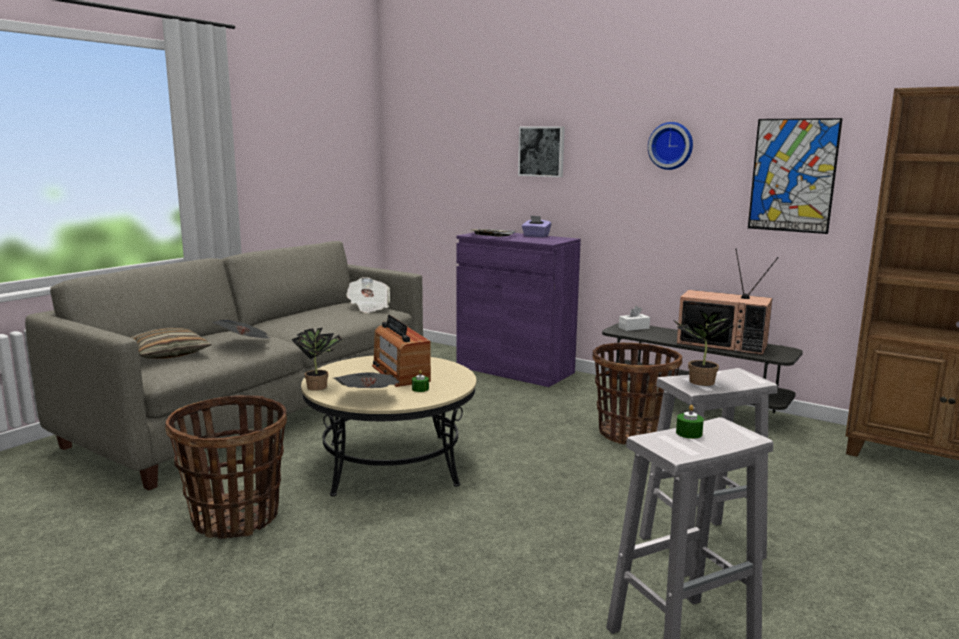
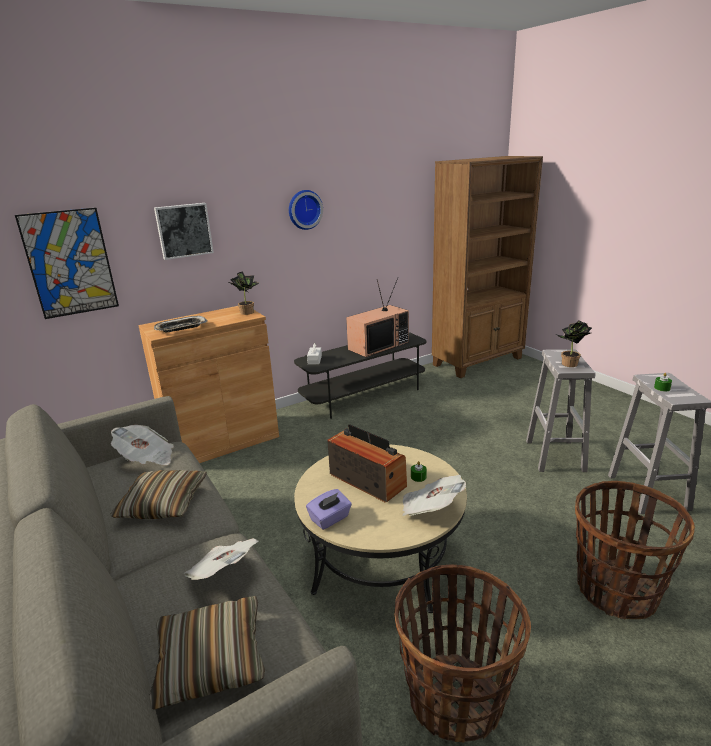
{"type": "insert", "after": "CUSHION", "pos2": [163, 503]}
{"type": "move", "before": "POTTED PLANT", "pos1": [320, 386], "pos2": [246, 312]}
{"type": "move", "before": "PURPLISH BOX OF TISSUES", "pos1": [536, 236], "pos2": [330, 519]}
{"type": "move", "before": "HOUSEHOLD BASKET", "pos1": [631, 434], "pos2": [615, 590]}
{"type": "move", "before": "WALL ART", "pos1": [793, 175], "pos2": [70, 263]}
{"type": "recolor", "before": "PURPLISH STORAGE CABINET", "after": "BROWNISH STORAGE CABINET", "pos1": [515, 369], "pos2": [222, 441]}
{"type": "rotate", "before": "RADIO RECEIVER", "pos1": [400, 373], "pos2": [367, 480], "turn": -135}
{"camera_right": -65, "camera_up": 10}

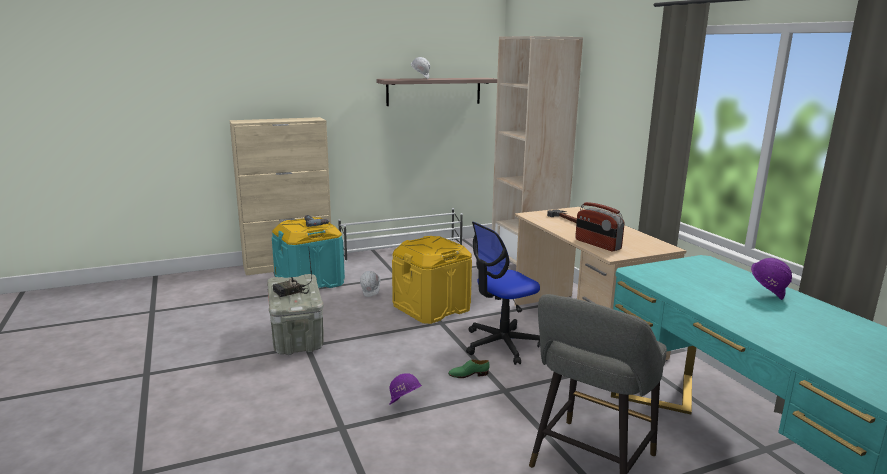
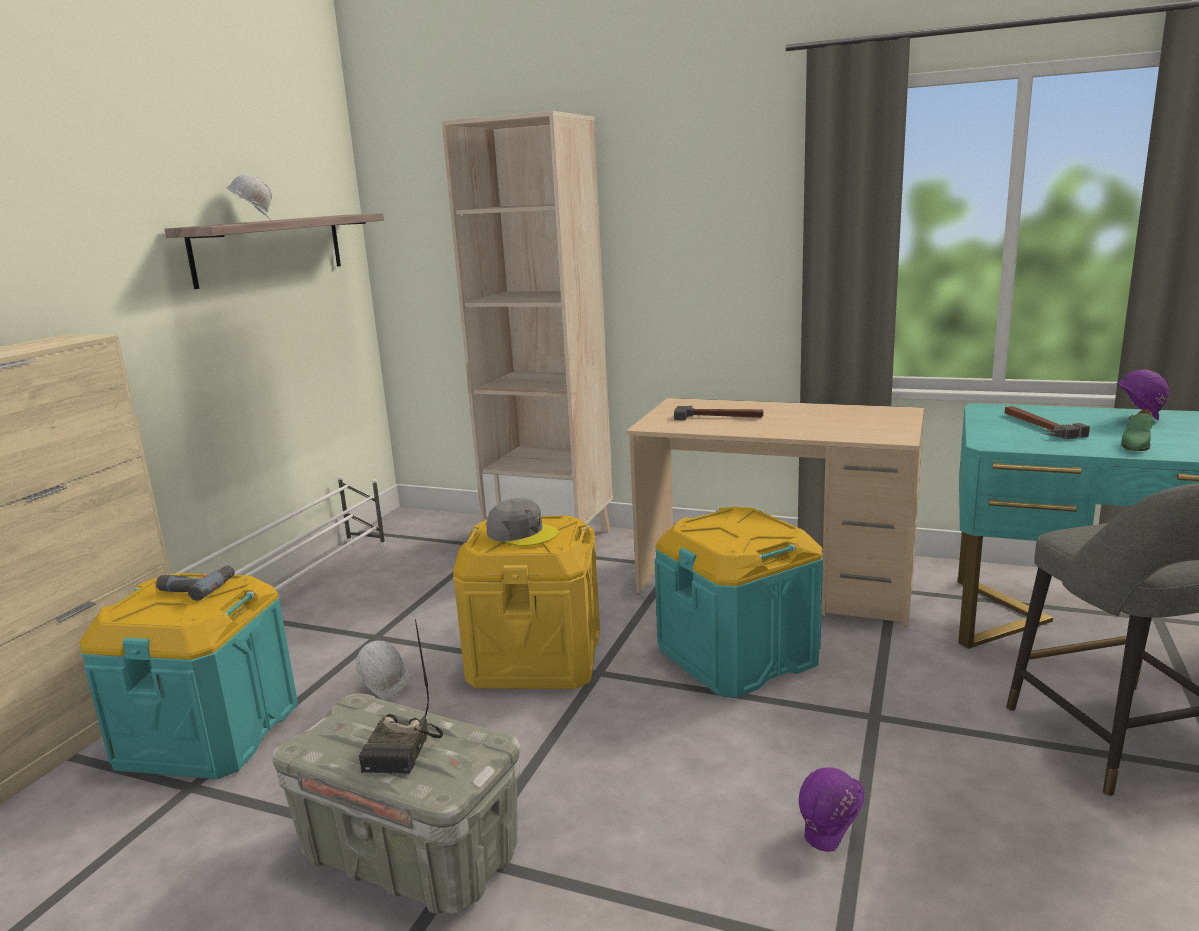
{"type": "delete", "before": "RADIO RECEIVER", "pos1": [597, 244]}
{"type": "insert", "after": "GREYISH CAP", "pos2": [522, 533]}
{"type": "insert", "after": "HAMMER", "pos2": [1037, 426]}
{"type": "move", "before": "GREENISH LOW SHOE", "pos1": [468, 374], "pos2": [1136, 444]}
{"type": "replace", "before": "OFFICE CHAIR", "after": "BLUE-GREEN STORAGE BOX", "pos1": [502, 344], "pos2": [737, 656]}
{"camera_right": -45, "camera_up": 0}

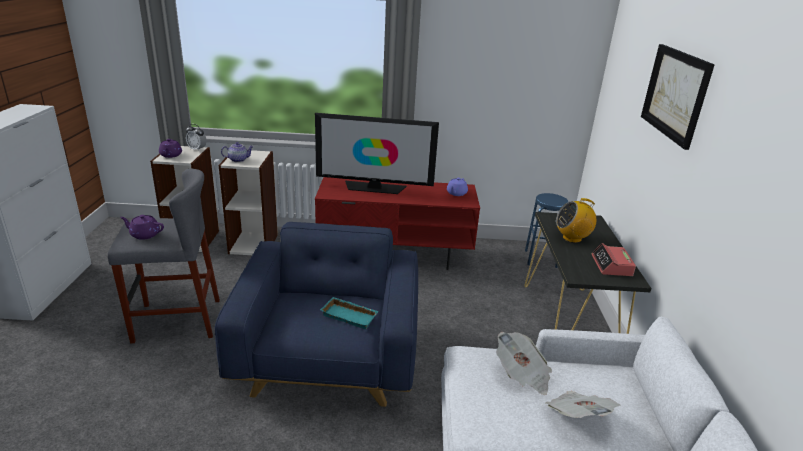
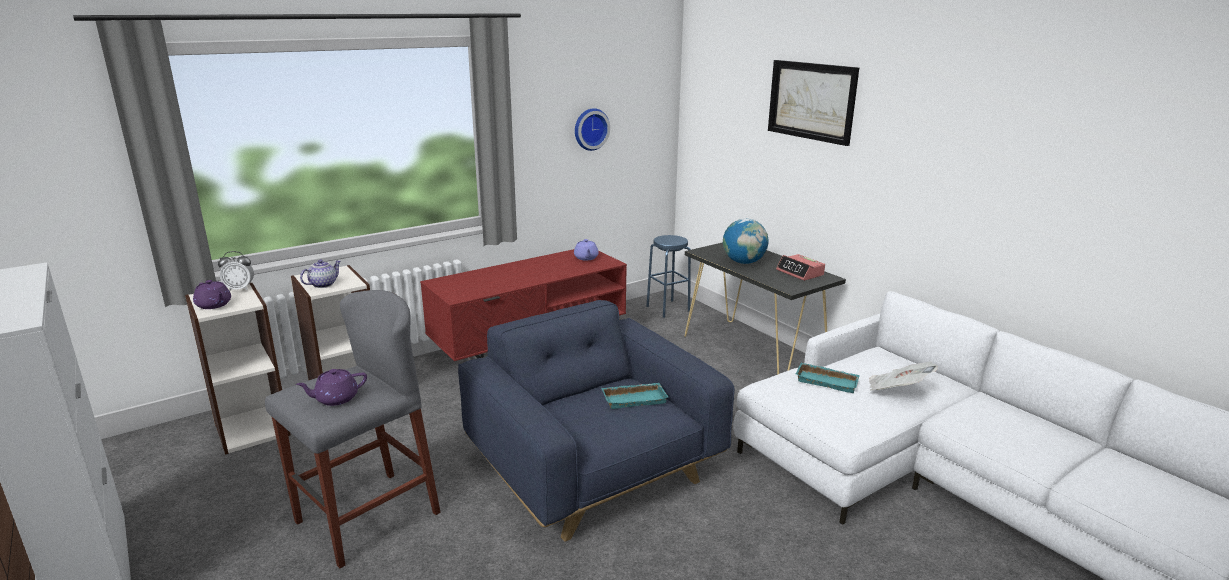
{"type": "delete", "before": "TV", "pos1": [374, 188]}
{"type": "insert", "after": "WALL CLOCK", "pos2": [590, 129]}
{"type": "replace", "before": "NEWSPAPER", "after": "BLUE-GREEN TRAY", "pos1": [522, 375], "pos2": [827, 381]}
{"type": "replace", "before": "RADIO RECEIVER", "after": "GLOBE", "pos1": [572, 238], "pos2": [743, 262]}
{"camera_right": -35, "camera_up": -5}

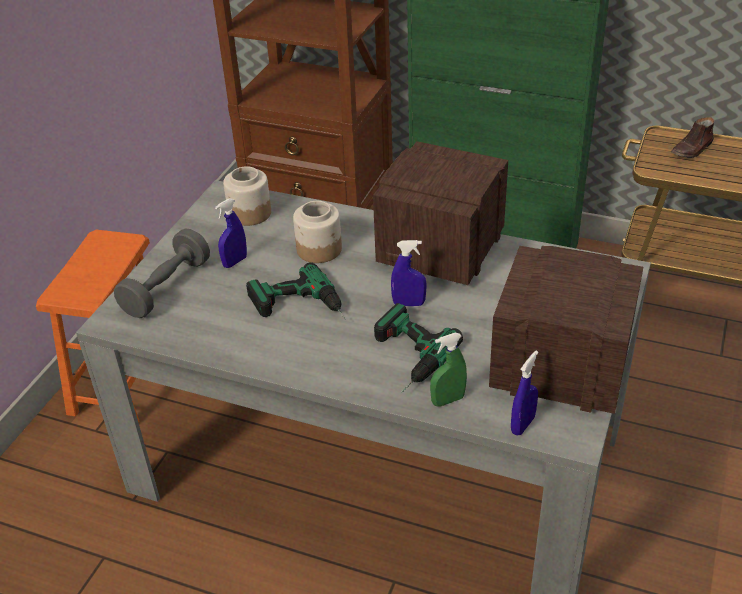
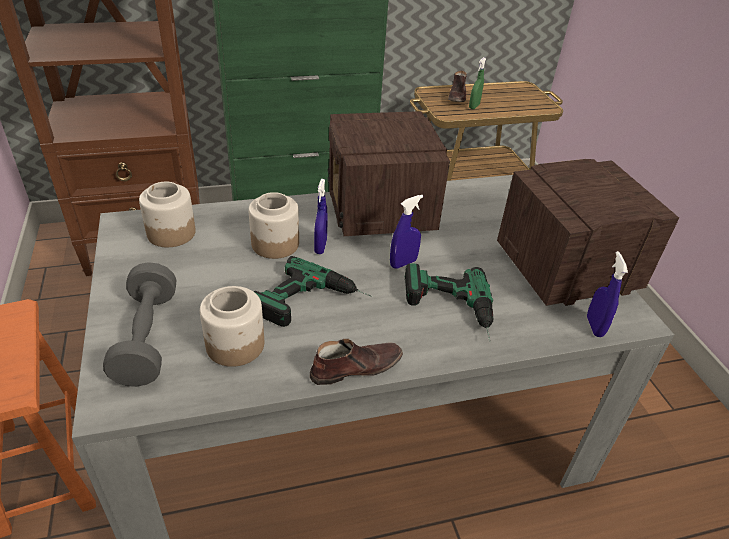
{"type": "insert", "after": "JAR", "pos2": [235, 345]}
{"type": "insert", "after": "BROWNISH LOW SHOE", "pos2": [355, 367]}
{"type": "move", "before": "BLUE-COLOURED SPRAY BOTTLE", "pos1": [235, 262], "pos2": [320, 247]}
{"type": "move", "before": "GREENISH SPRAY BOTTLE", "pos1": [448, 400], "pos2": [474, 106]}
{"camera_right": -40, "camera_up": 0}

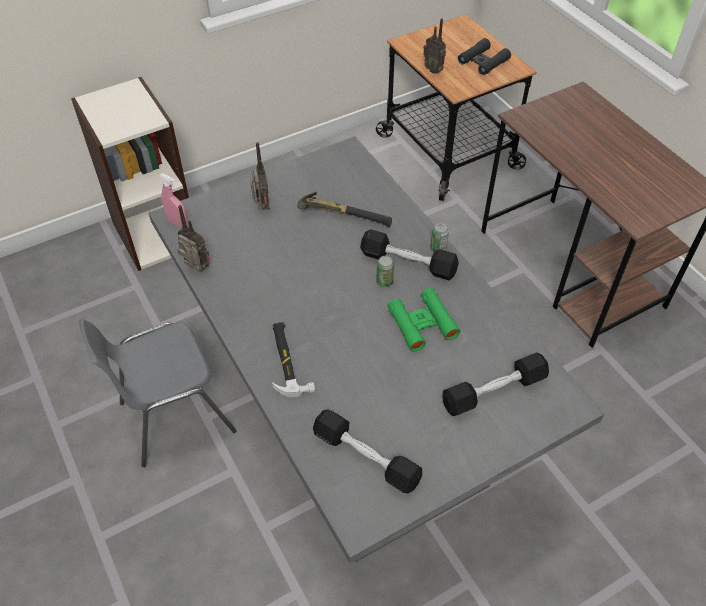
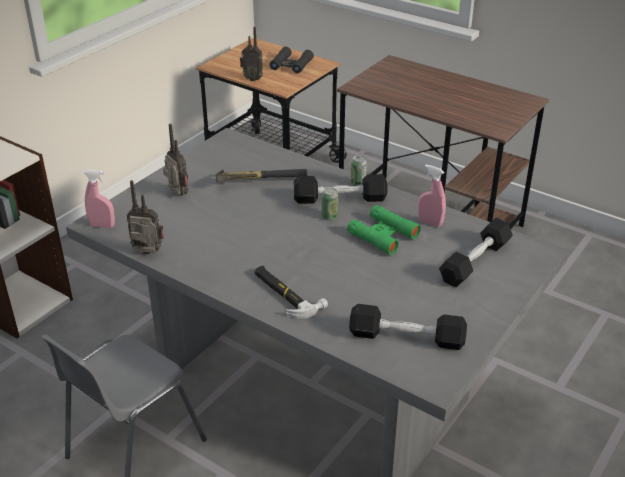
{"type": "insert", "after": "PINK SPRAY BOTTLE", "pos2": [430, 223]}
{"camera_right": -25, "camera_up": -15}

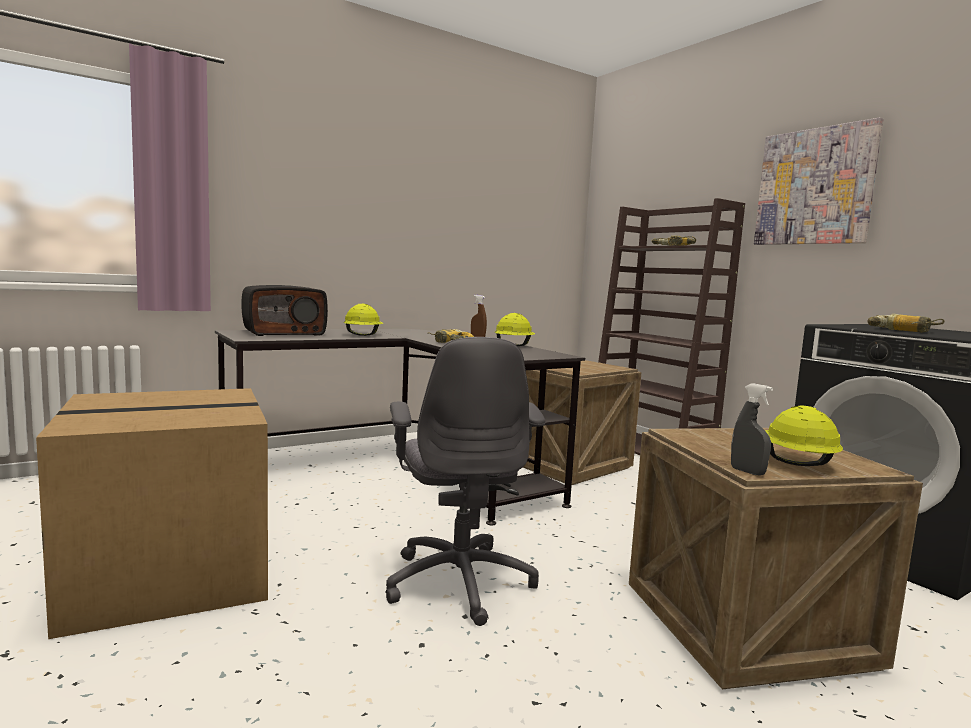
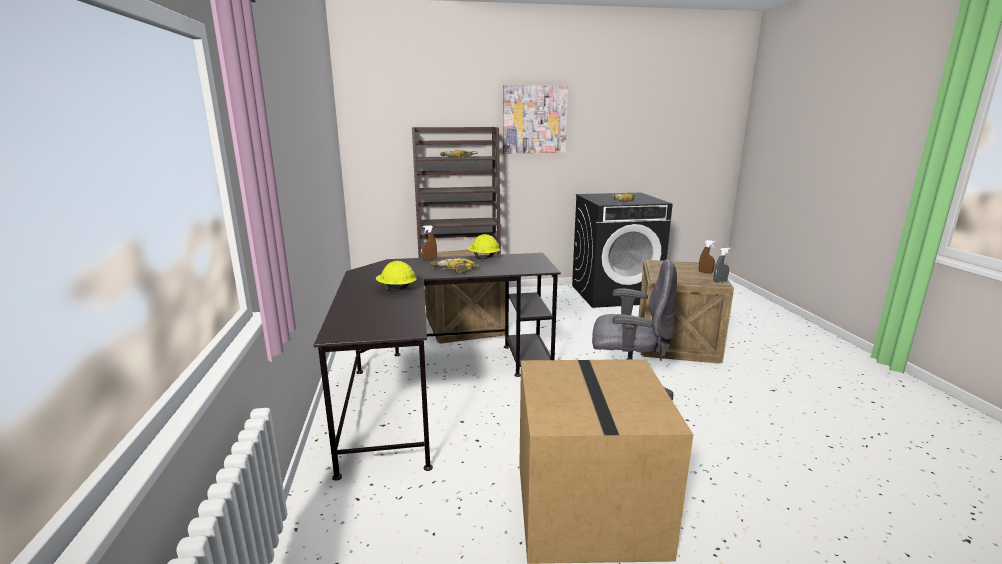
{"type": "delete", "before": "RADIO RECEIVER", "pos1": [284, 332]}
{"type": "replace", "before": "YELLOWISH SAFETY HELMET", "after": "BROWNISH SPRAY BOTTLE", "pos1": [797, 463], "pos2": [705, 272]}
{"camera_right": -65, "camera_up": 10}

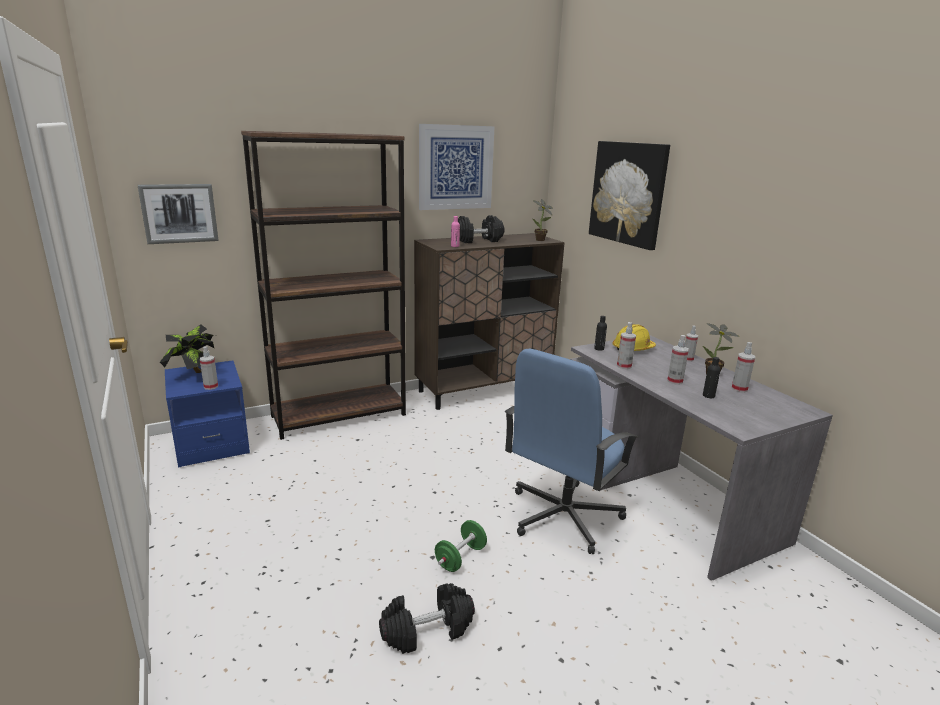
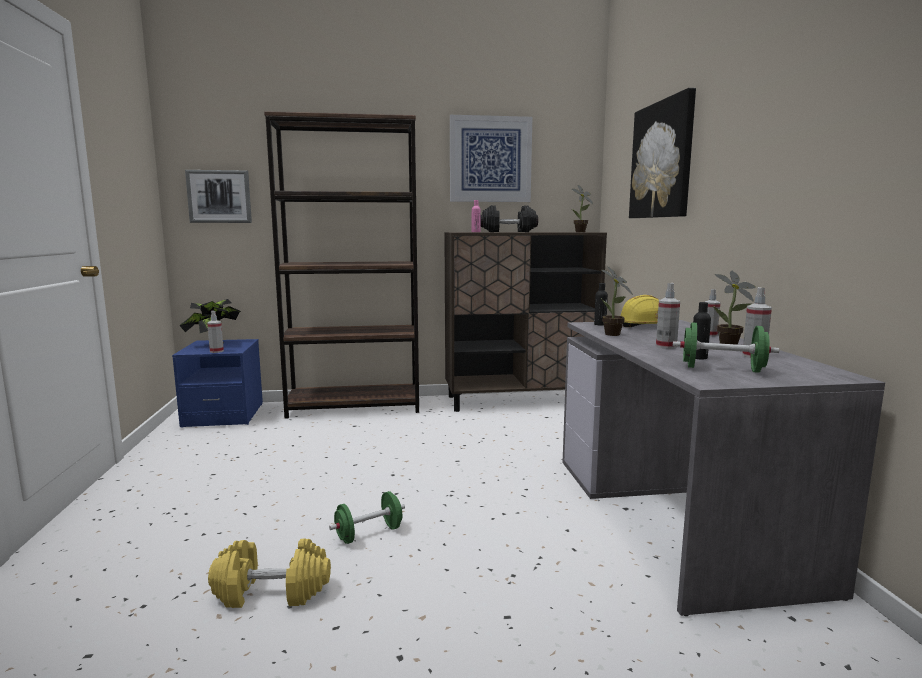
{"type": "delete", "before": "BLUE-COLOURED OFFICE CHAIR", "pos1": [563, 516]}
{"type": "insert", "after": "GREENISH FREE WEIGHT", "pos2": [722, 369]}
{"type": "replace", "before": "SPRAY BOTTLE", "after": "POTTED PLANT", "pos1": [624, 366], "pos2": [613, 335]}
{"type": "recolor", "before": "BLACK FREE WEIGHT", "after": "YELLOWISH FREE WEIGHT", "pos1": [427, 630], "pos2": [272, 592]}
{"camera_right": 20, "camera_up": -10}

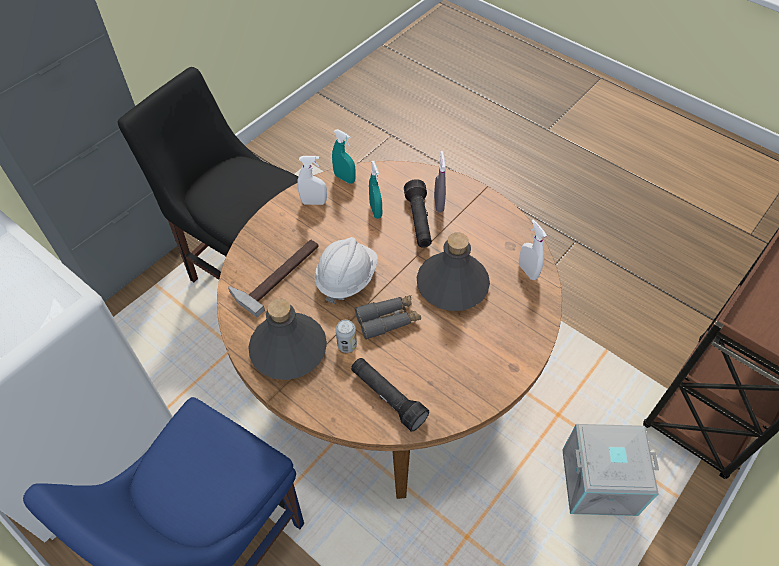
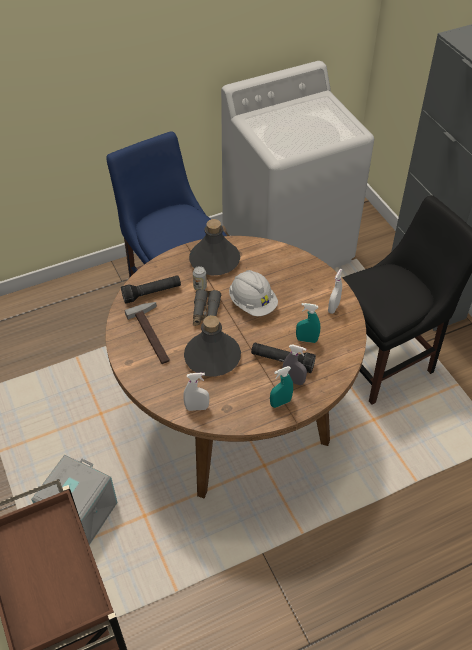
{"type": "move", "before": "HAMMER", "pos1": [277, 273], "pos2": [154, 334]}
{"type": "move", "before": "BLUE-GREEN SPRAY BOTTLE", "pos1": [344, 178], "pos2": [280, 402]}
{"camera_right": 115, "camera_up": -5}

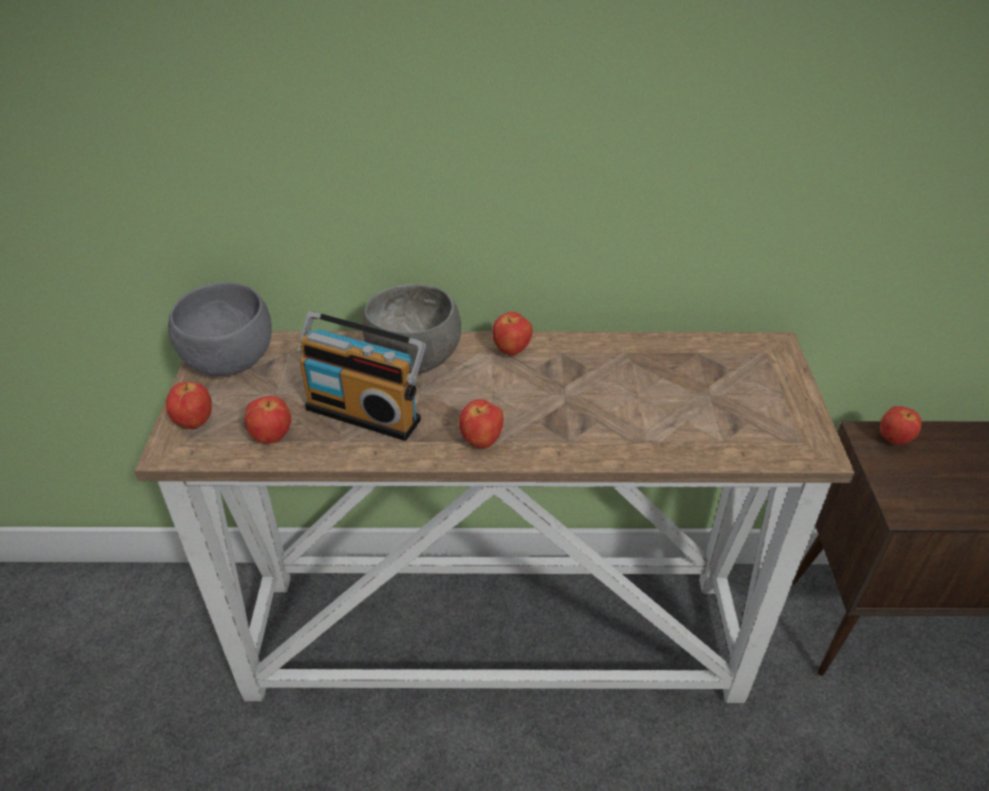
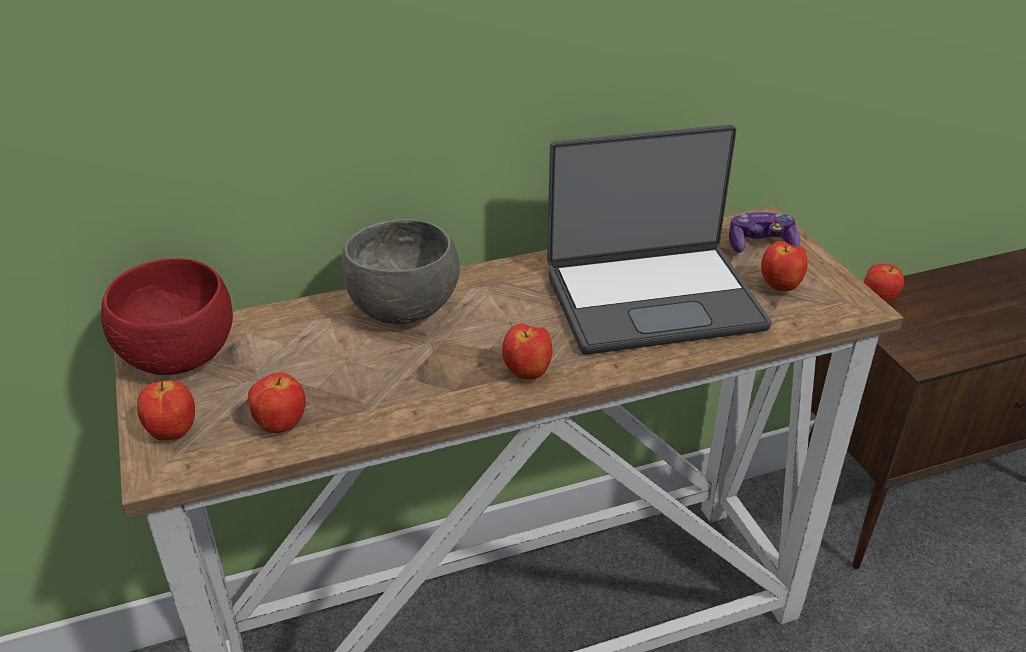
{"type": "delete", "before": "RADIO RECEIVER", "pos1": [366, 411]}
{"type": "insert", "after": "PORTABLE COMPUTER", "pos2": [652, 299]}
{"type": "insert", "after": "JOYPAD", "pos2": [760, 244]}
{"type": "move", "before": "WHOLE APPLE", "pos1": [512, 351], "pos2": [780, 287]}
{"type": "recolor", "before": "GREYISH BOWL", "after": "RED BOWL", "pos1": [228, 362], "pos2": [177, 358]}
{"camera_right": -20, "camera_up": -5}

